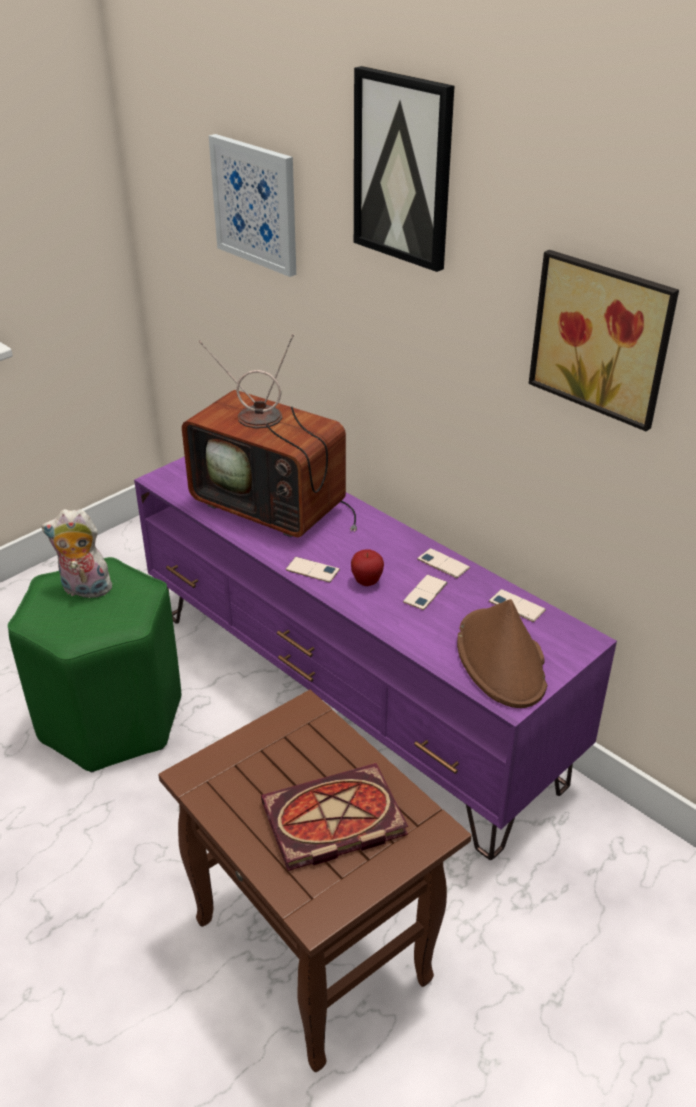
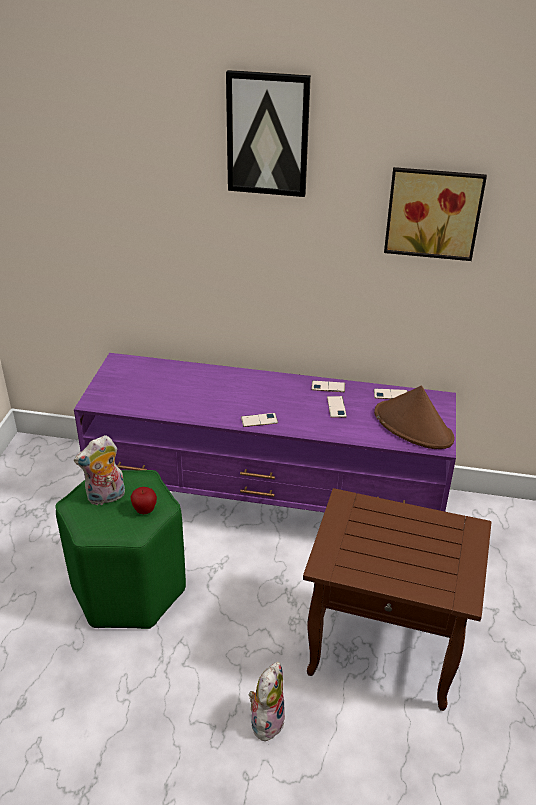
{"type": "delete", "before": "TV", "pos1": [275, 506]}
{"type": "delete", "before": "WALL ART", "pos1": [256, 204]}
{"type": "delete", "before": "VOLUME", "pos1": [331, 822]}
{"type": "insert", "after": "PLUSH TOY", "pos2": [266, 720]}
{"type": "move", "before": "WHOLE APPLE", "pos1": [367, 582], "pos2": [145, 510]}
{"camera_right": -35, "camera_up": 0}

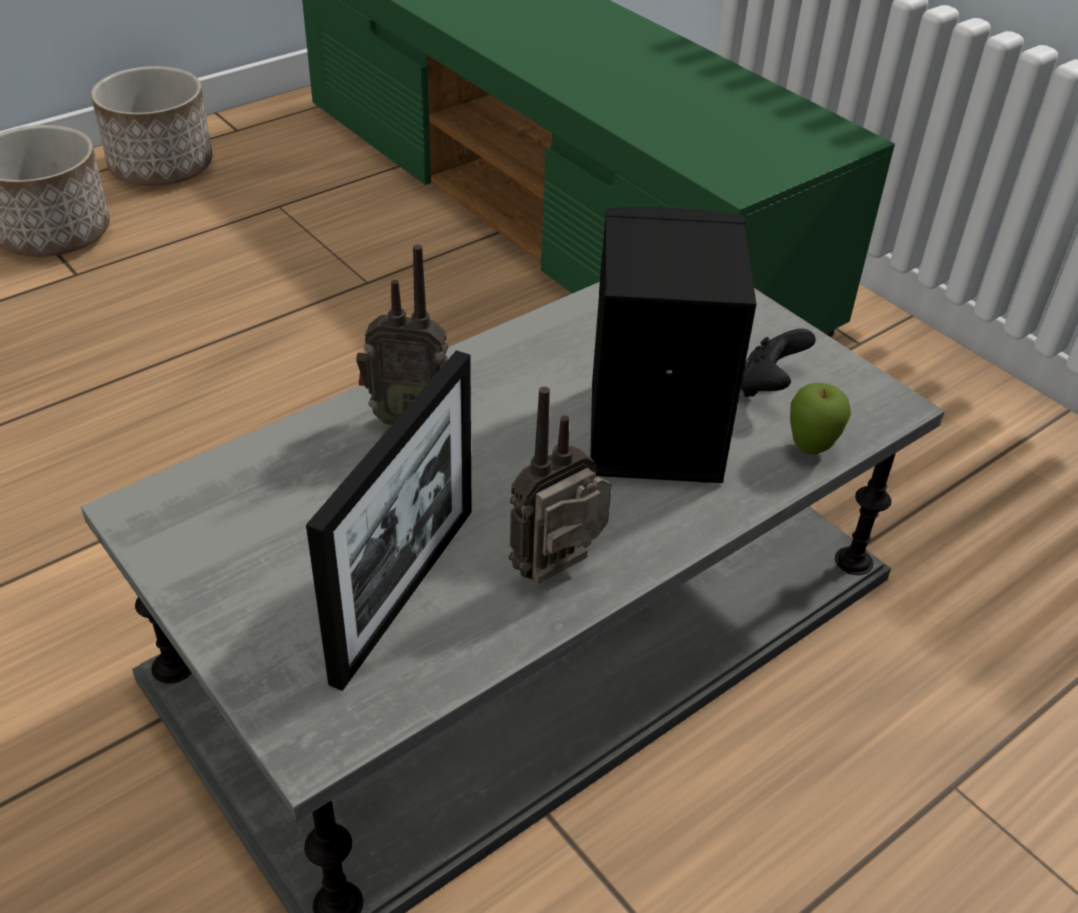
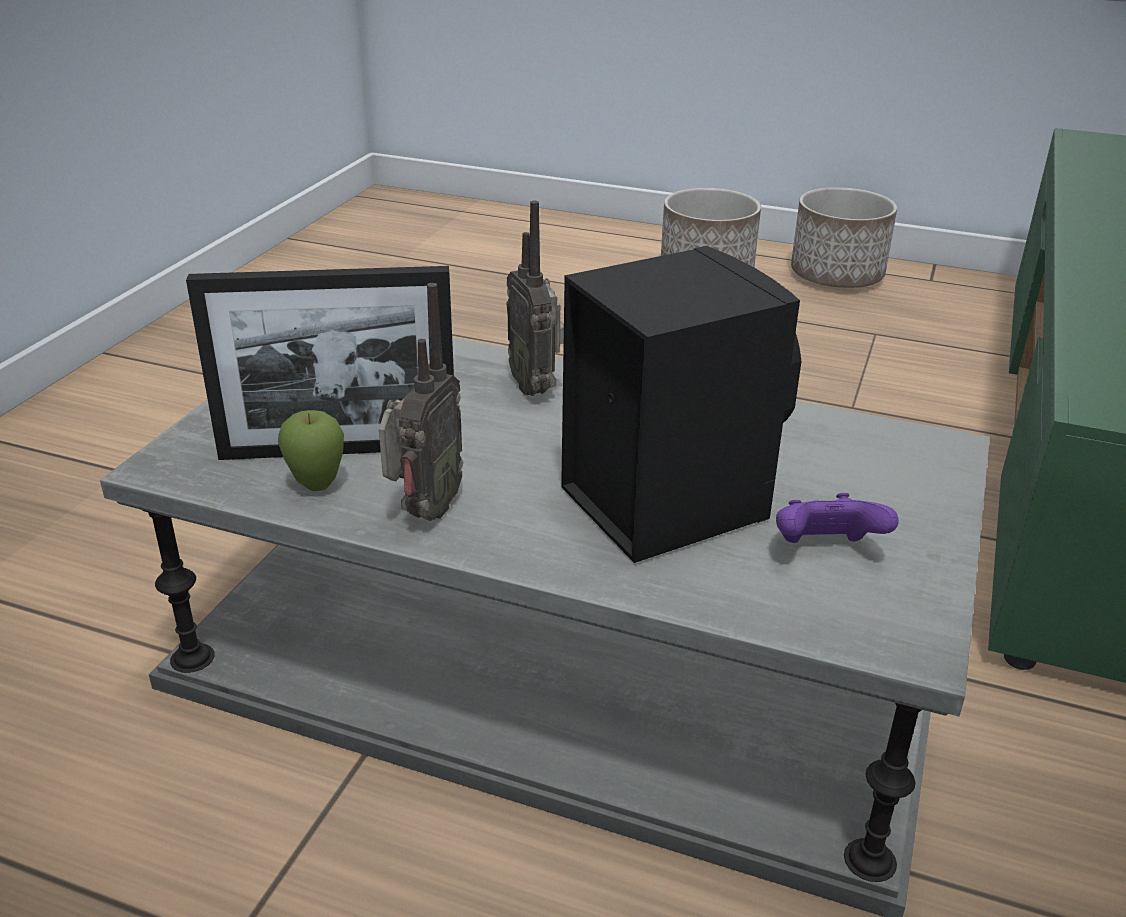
{"type": "move", "before": "WHOLE APPLE", "pos1": [810, 449], "pos2": [317, 487]}
{"type": "recolor", "before": "BLACK JOYPAD", "after": "PURPLISH JOYPAD", "pos1": [767, 386], "pos2": [825, 550]}
{"type": "rotate", "before": "RADIO RECEIVER", "pos1": [560, 573], "pos2": [423, 512], "turn": 90}
{"camera_right": 60, "camera_up": -10}

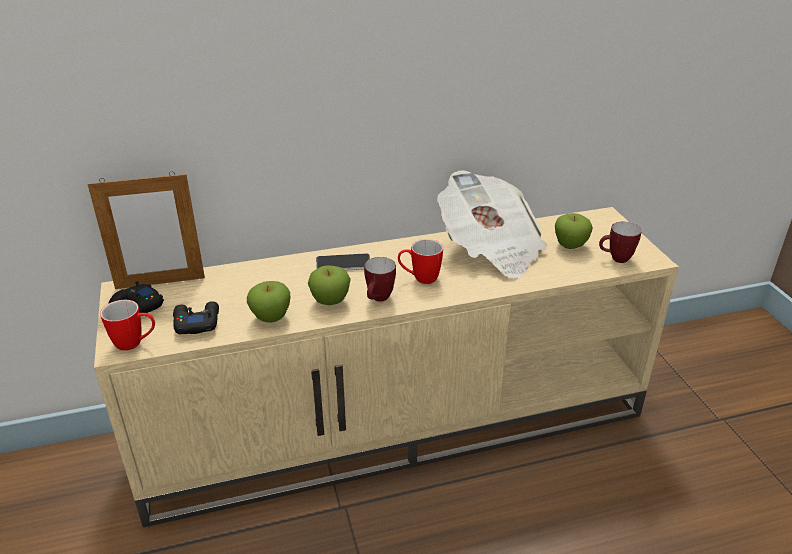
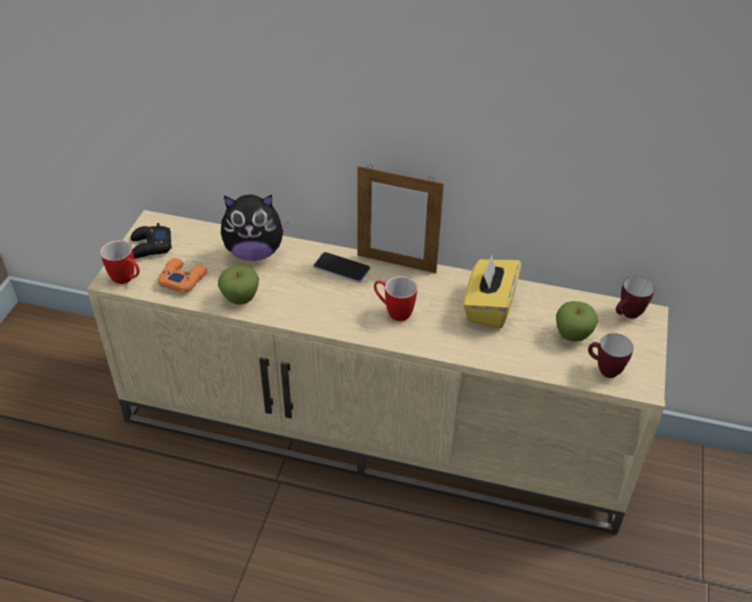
{"type": "delete", "before": "WHOLE APPLE", "pos1": [330, 301]}
{"type": "insert", "after": "PLUSH TOY", "pos2": [254, 252]}
{"type": "move", "before": "PHOTO FRAME", "pos1": [160, 283], "pos2": [396, 263]}
{"type": "move", "before": "TEA MUG", "pos1": [379, 300], "pos2": [627, 315]}
{"type": "replace", "before": "NEWSPAPER", "after": "YELLOWISH BOX OF TISSUES", "pos1": [490, 249], "pos2": [489, 306]}
{"type": "recolor", "before": "BLACK JOYPAD", "after": "ORANGE JOYPAD", "pos1": [196, 322], "pos2": [183, 279]}
{"camera_right": 30, "camera_up": 10}

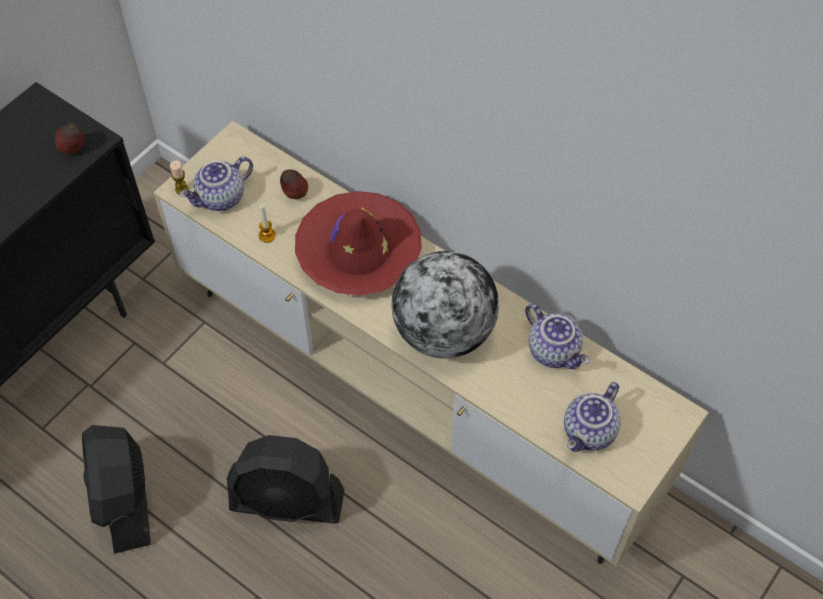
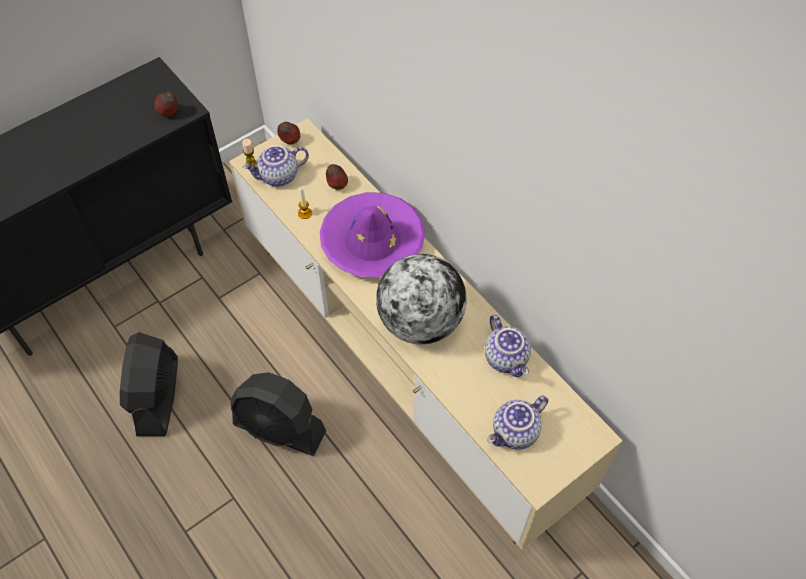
{"type": "insert", "after": "WHOLE APPLE", "pos2": [290, 141]}
{"type": "recolor", "before": "RED WEARABLE HAT", "after": "PURPLISH WEARABLE HAT", "pos1": [358, 252], "pos2": [372, 242]}
{"camera_right": 15, "camera_up": 0}

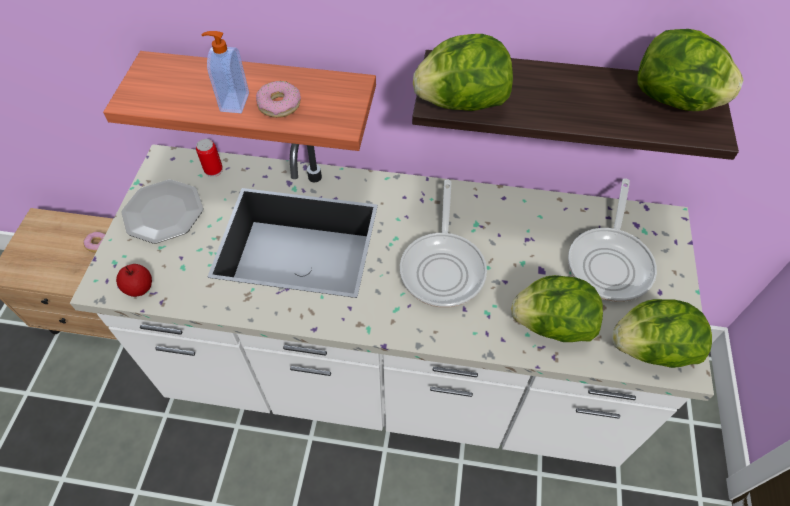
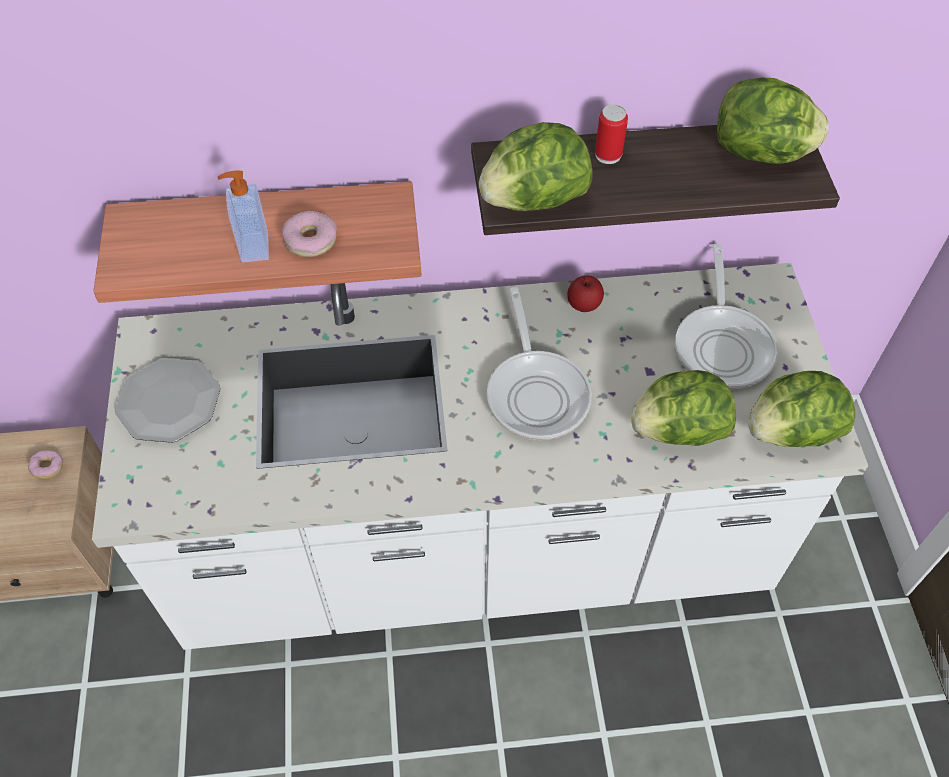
{"type": "move", "before": "WHOLE APPLE", "pos1": [139, 288], "pos2": [584, 304]}
{"type": "move", "before": "METAL CAN", "pos1": [213, 170], "pos2": [608, 155]}
{"camera_right": -15, "camera_up": 0}

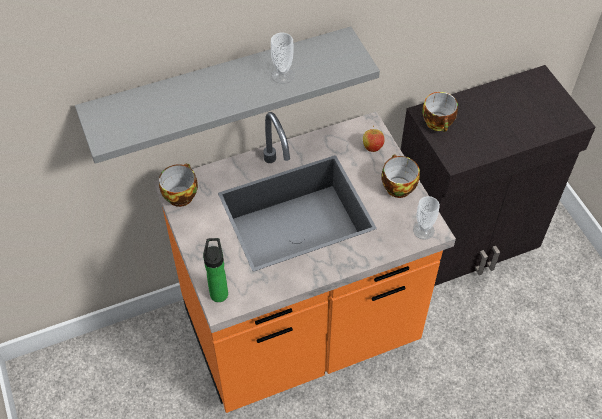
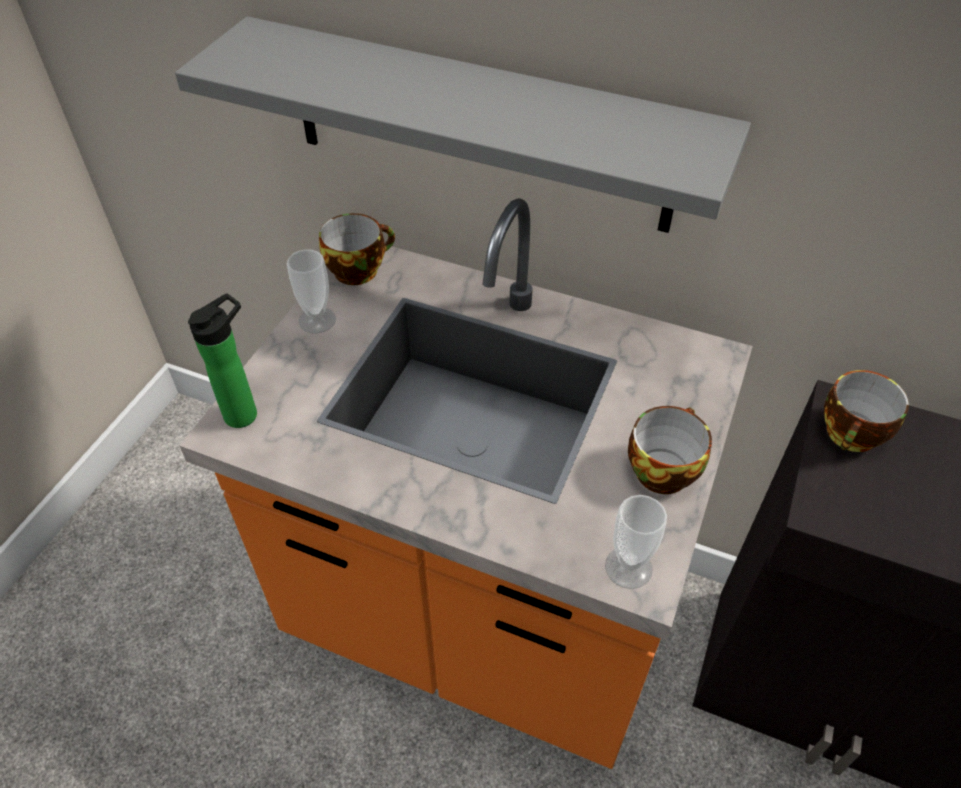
{"type": "delete", "before": "WHOLE APPLE", "pos1": [372, 147]}
{"type": "move", "before": "SMALL CUP", "pos1": [282, 75], "pos2": [317, 320]}
{"camera_right": 45, "camera_up": -5}

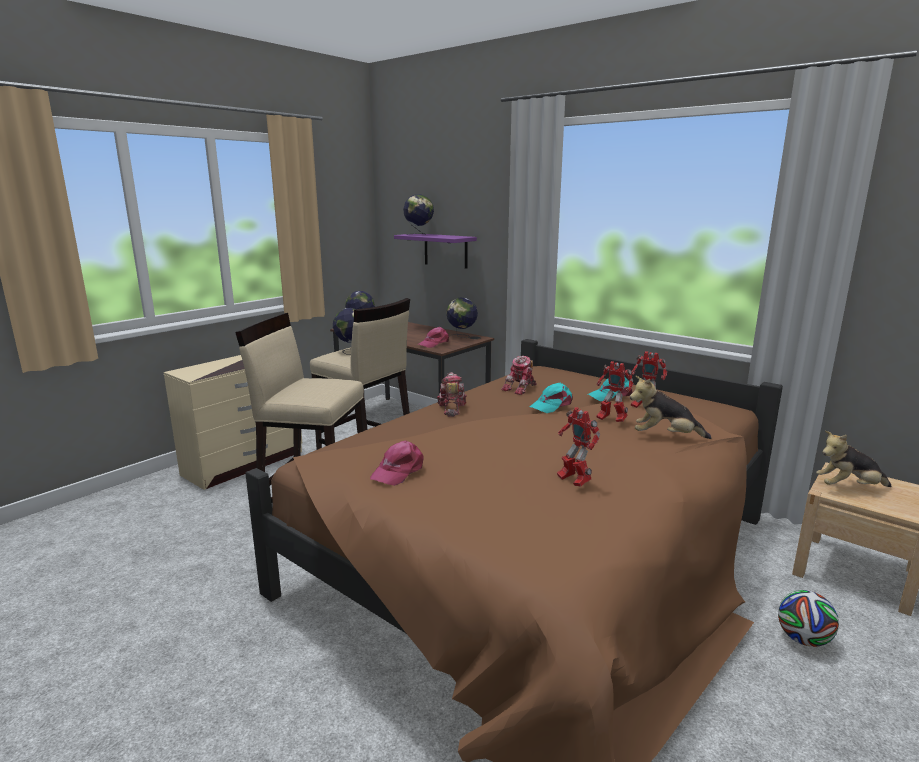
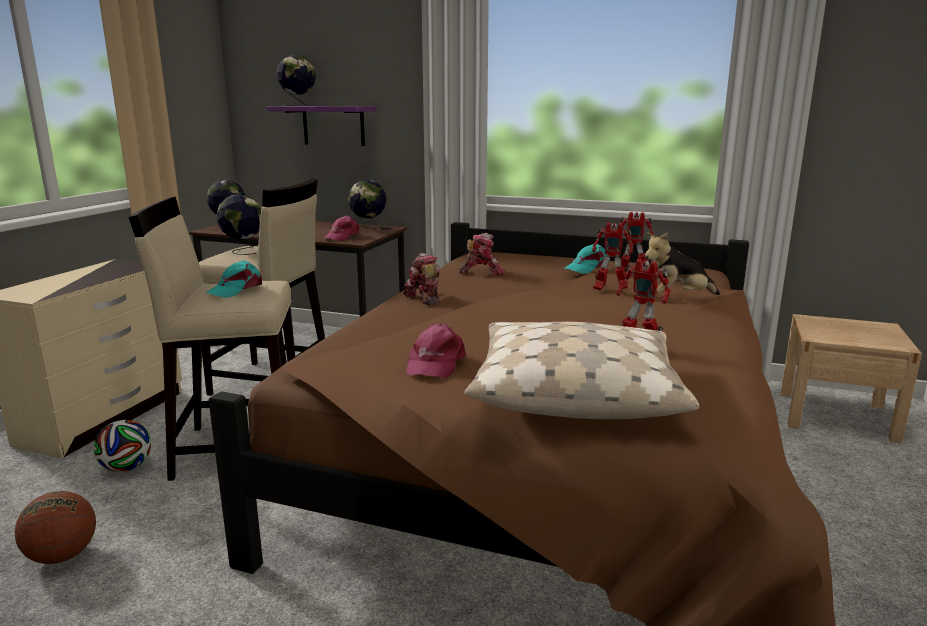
{"type": "delete", "before": "PLUSH TOY", "pos1": [848, 487]}
{"type": "insert", "after": "BALL FOR BASKETBALL", "pos2": [62, 556]}
{"type": "insert", "after": "SAND-COLOURED CUSHION", "pos2": [574, 390]}
{"type": "move", "before": "BLUE-GREEN CAP", "pos1": [552, 405], "pos2": [236, 289]}
{"type": "move", "before": "FOOTBALL", "pos1": [803, 639], "pos2": [126, 468]}
{"type": "rotate", "before": "MODEL ROBOT", "pos1": [521, 388], "pos2": [482, 272], "turn": -120}
{"camera_right": -20, "camera_up": 0}

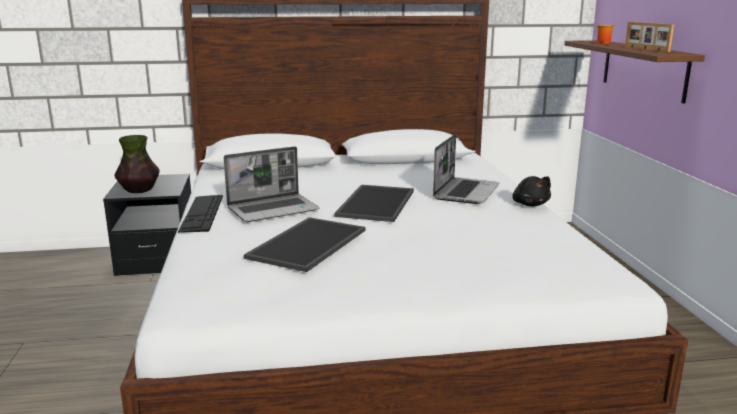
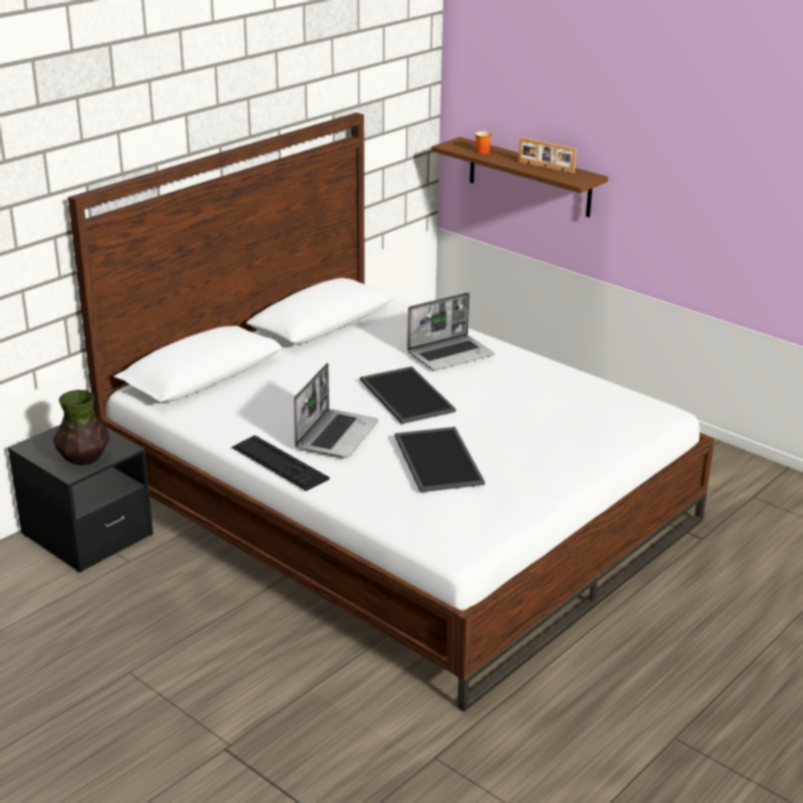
{"type": "delete", "before": "BLACK PLUSH TOY", "pos1": [530, 204]}
{"type": "rotate", "before": "PORTABLE COMPUTER", "pos1": [465, 192], "pos2": [451, 354], "turn": 75}
{"camera_right": -40, "camera_up": 10}

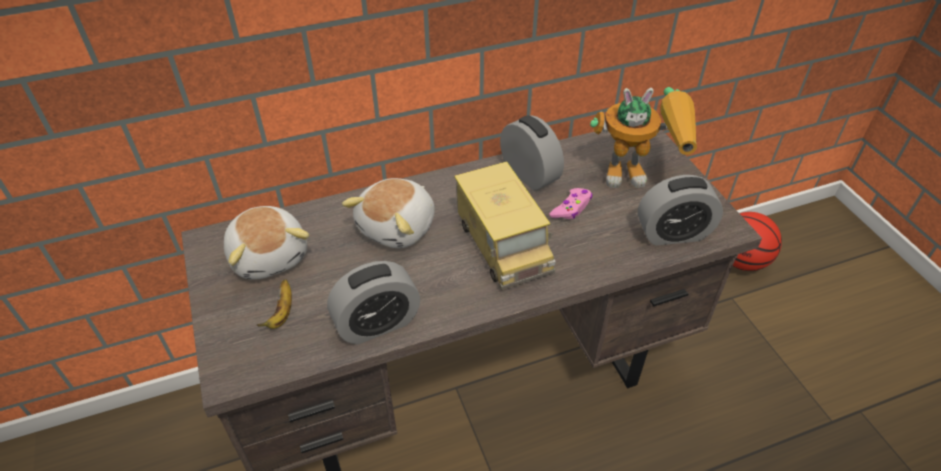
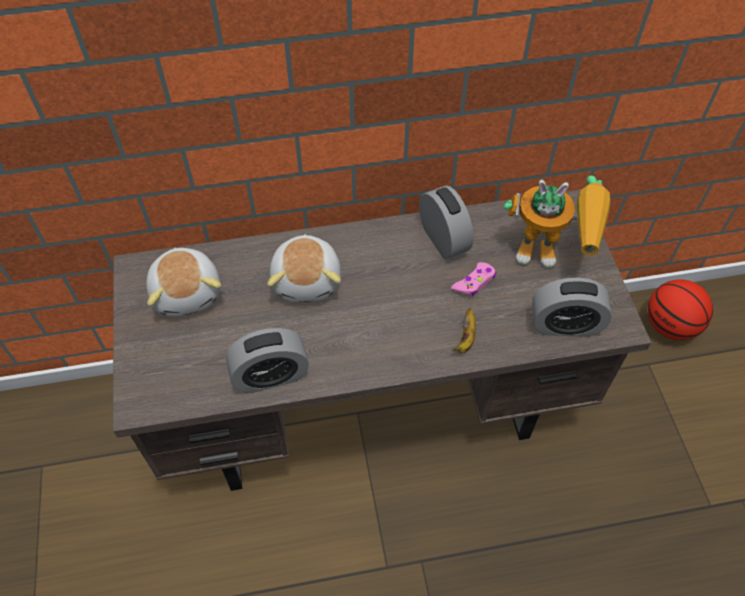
{"type": "delete", "before": "TOY TRUCK", "pos1": [503, 243]}
{"type": "move", "before": "BANANA FRUIT", "pos1": [282, 313], "pos2": [466, 338]}
{"type": "rotate", "before": "PLUSH TOY", "pos1": [398, 227], "pos2": [308, 280], "turn": -45}
{"camera_right": 10, "camera_up": 10}

